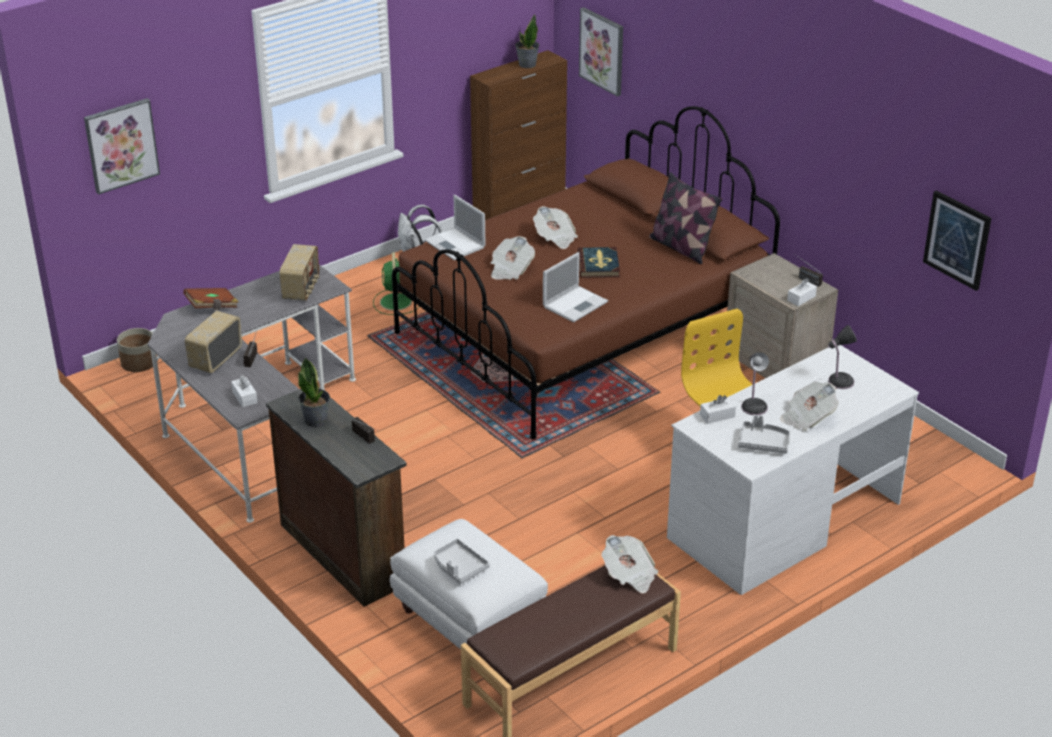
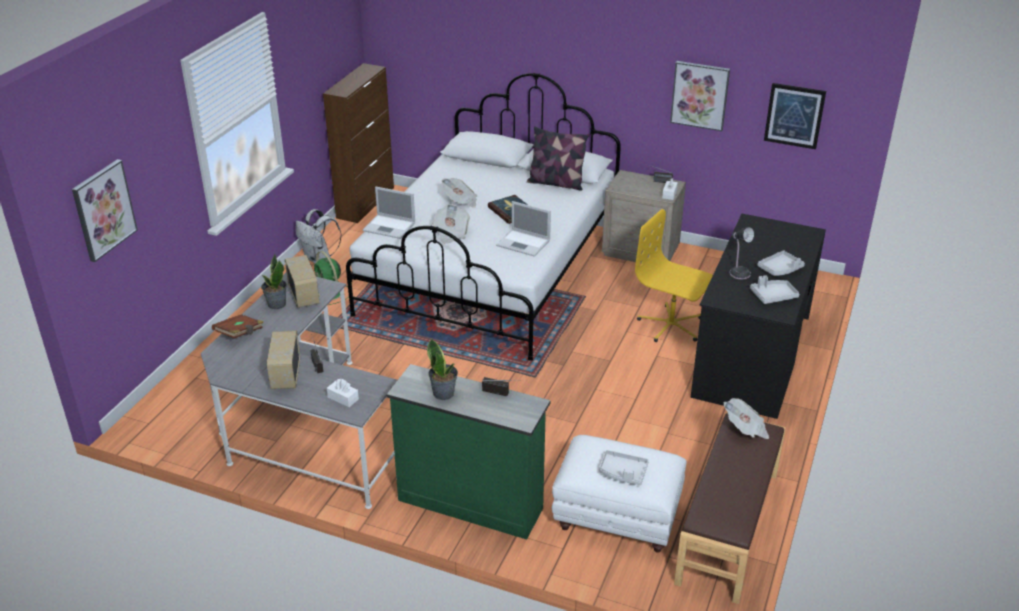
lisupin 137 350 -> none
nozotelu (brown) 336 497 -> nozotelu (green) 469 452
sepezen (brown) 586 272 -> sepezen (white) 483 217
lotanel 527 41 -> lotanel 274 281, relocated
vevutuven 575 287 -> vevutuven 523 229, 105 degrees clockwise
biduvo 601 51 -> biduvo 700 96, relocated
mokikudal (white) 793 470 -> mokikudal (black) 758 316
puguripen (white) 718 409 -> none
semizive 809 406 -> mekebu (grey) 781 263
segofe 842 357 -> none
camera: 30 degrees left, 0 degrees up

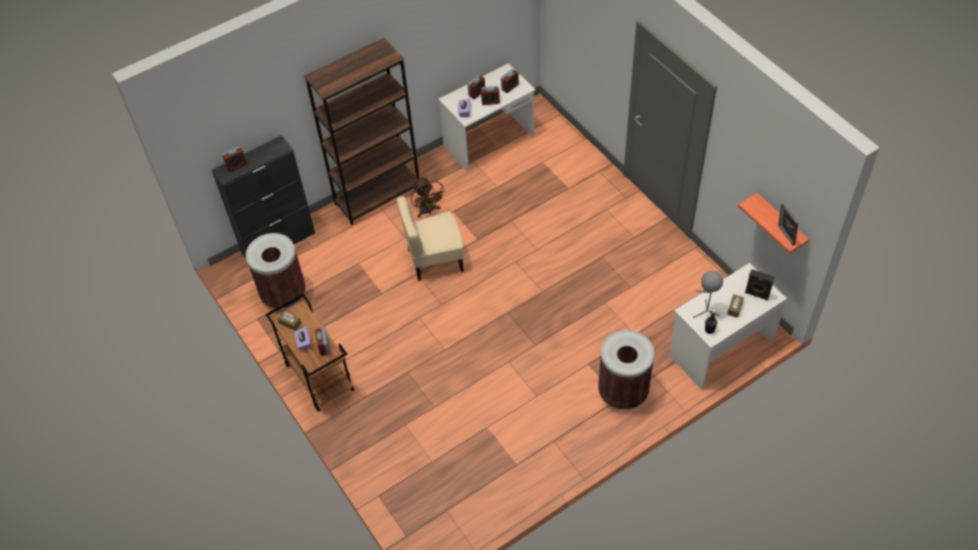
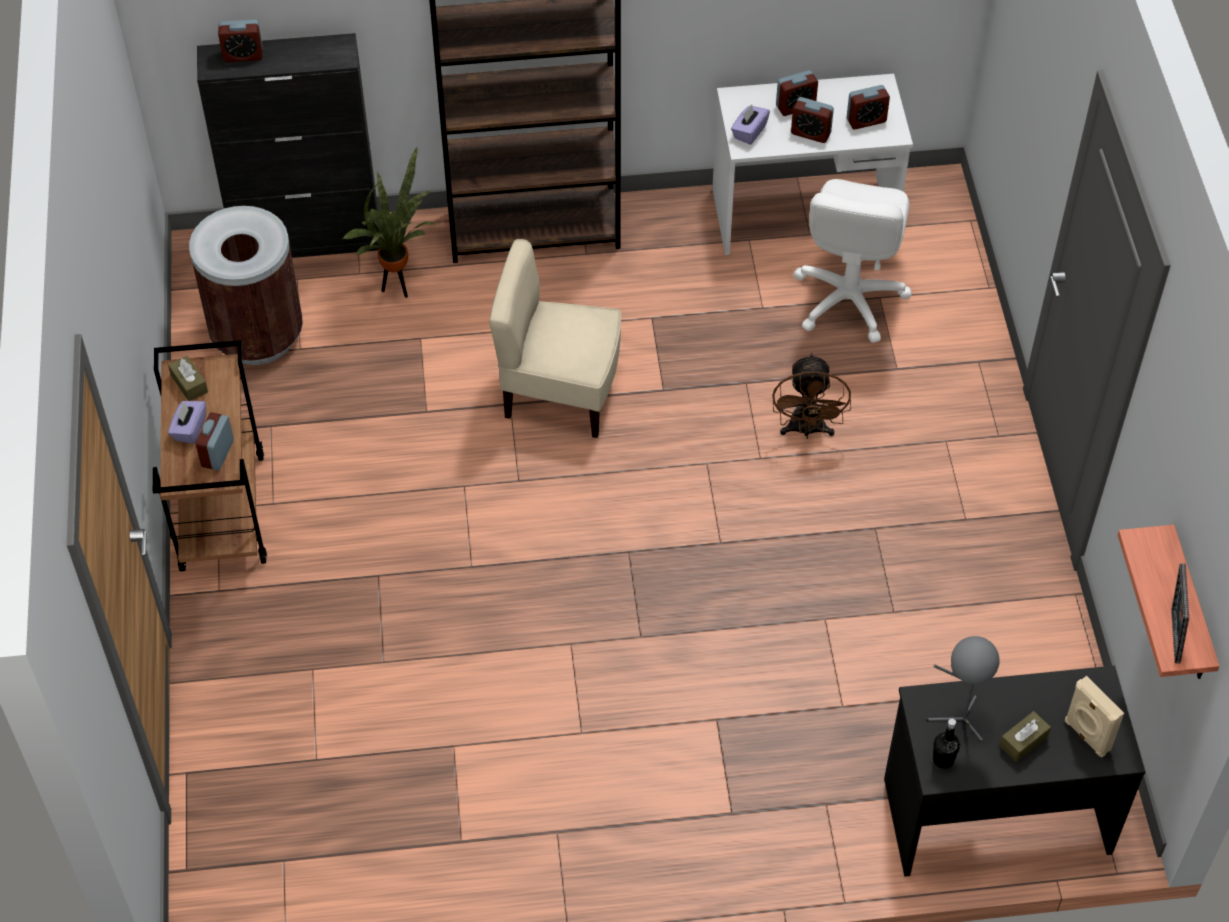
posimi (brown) 428 197 -> posimi (brown) 811 396, relocated
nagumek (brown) 626 370 -> none
mokikudal (white) 728 326 -> mokikudal (black) 1014 771
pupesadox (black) 760 285 -> pupesadox (beige) 1094 716
none -> lotanel 388 222
none -> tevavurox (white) 852 261
camera: 25 degrees right, 0 degrees up

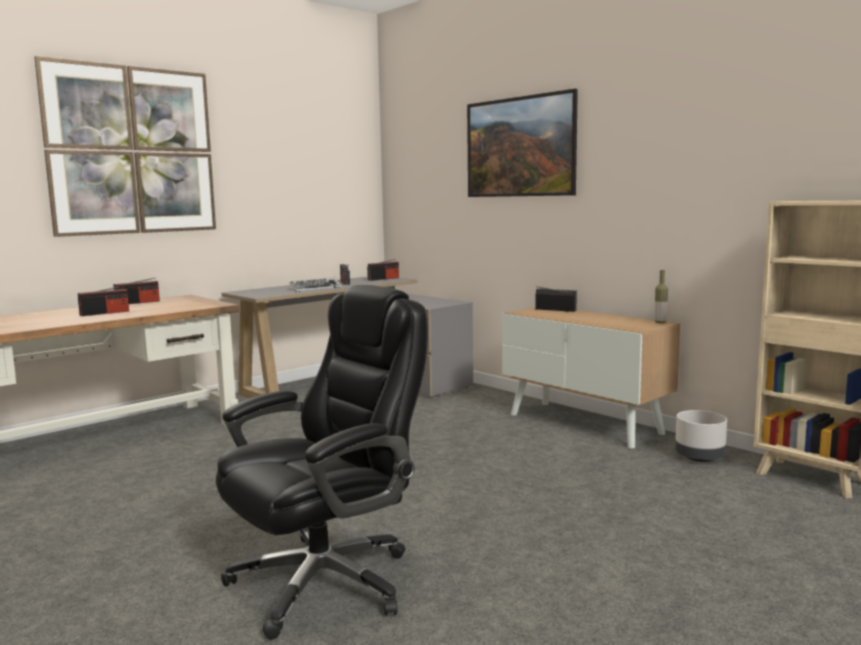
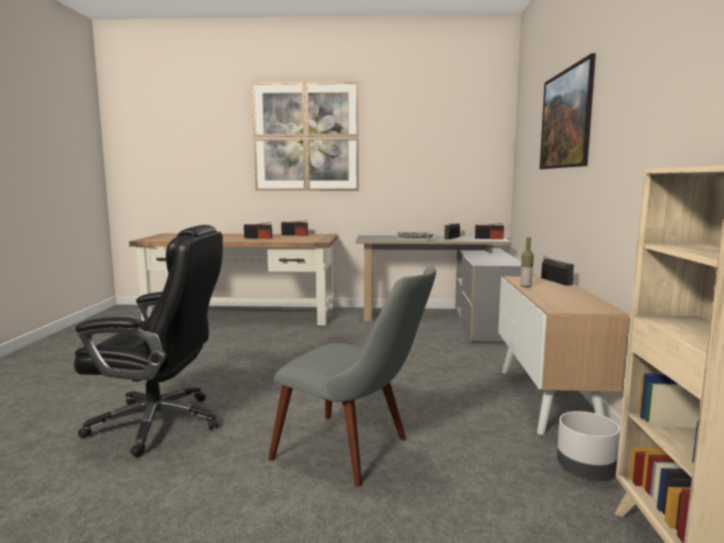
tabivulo 661 296 -> tabivulo 527 262, relocated
none -> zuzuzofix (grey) 352 377
camera: 45 degrees right, 0 degrees up

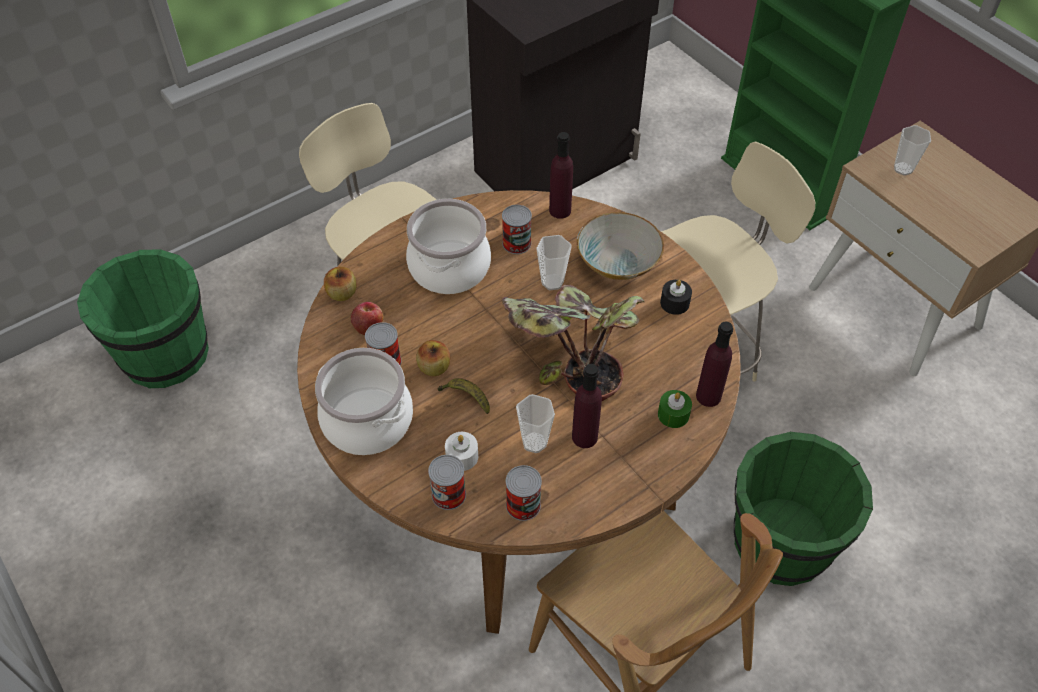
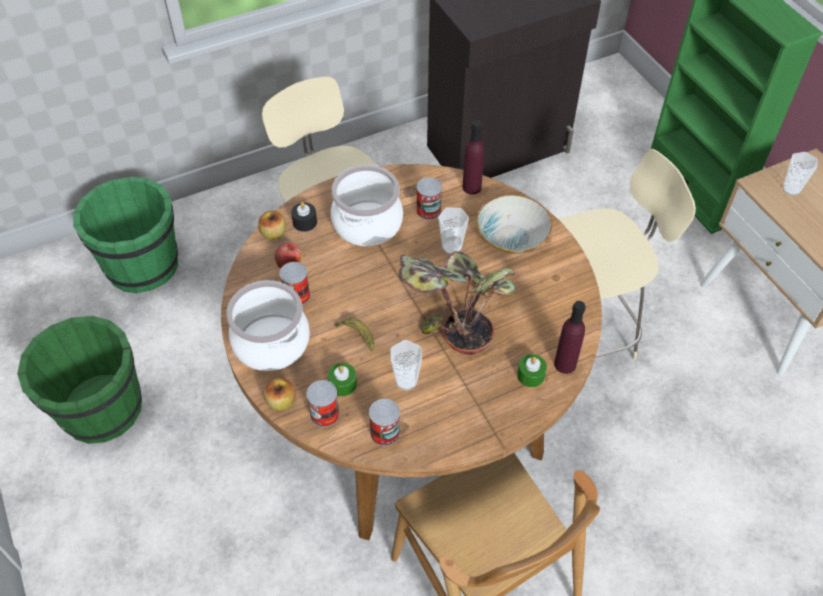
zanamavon 433 358 -> zanamavon 279 394, relocated
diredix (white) 461 451 -> diredix (green) 342 379
tabivulo (purple) 587 406 -> none
diredix (black) 676 297 -> diredix (black) 304 216, relocated
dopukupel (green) 803 509 -> dopukupel (green) 79 380, relocated
camera: 10 degrees right, 0 degrees up

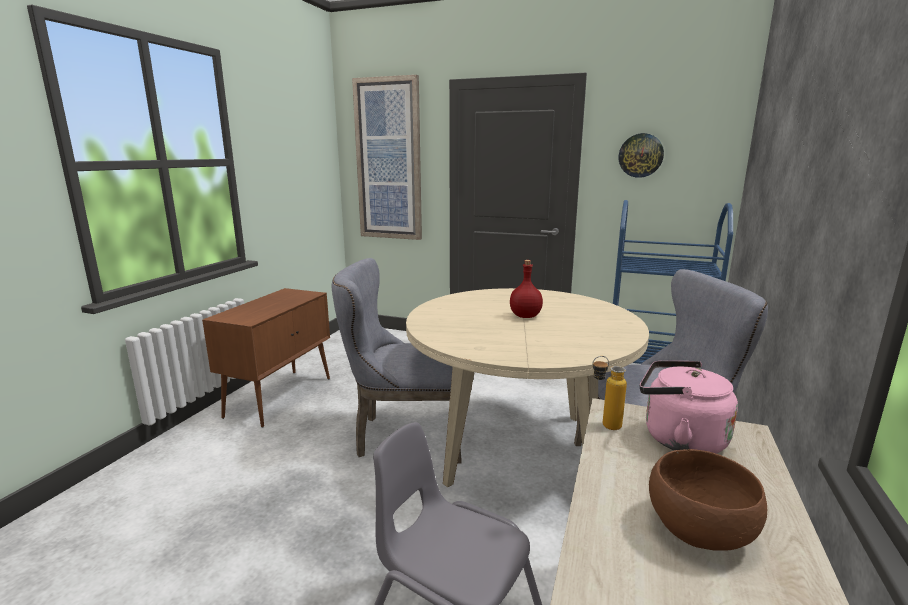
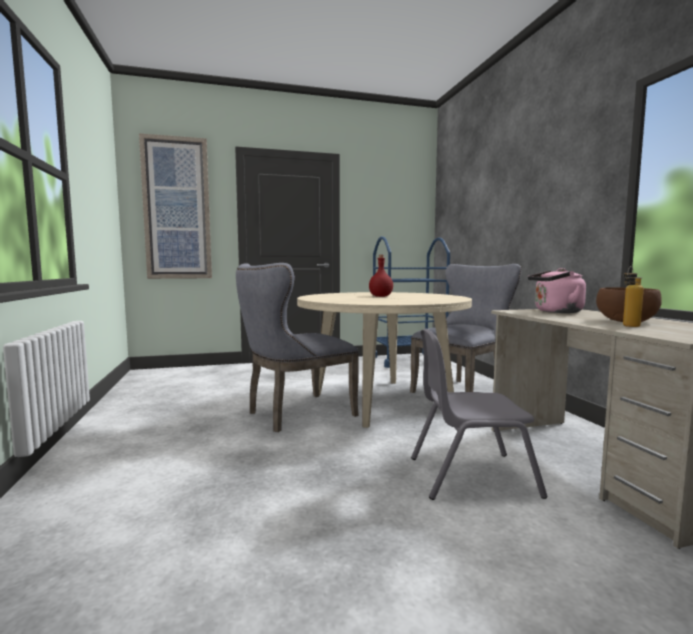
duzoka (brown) 266 357 -> none
tabivulo 609 393 -> tabivulo 633 296, relocated
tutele 641 155 -> none
camera: 35 degrees left, 10 degrees down

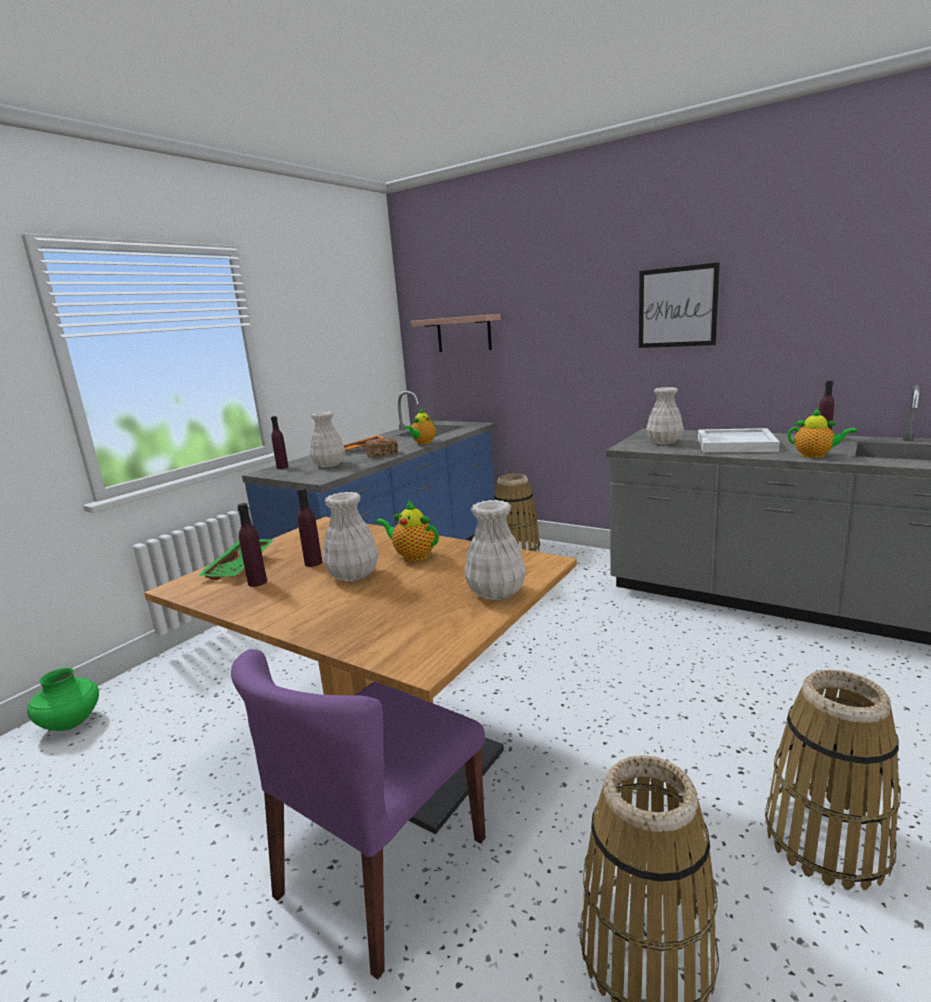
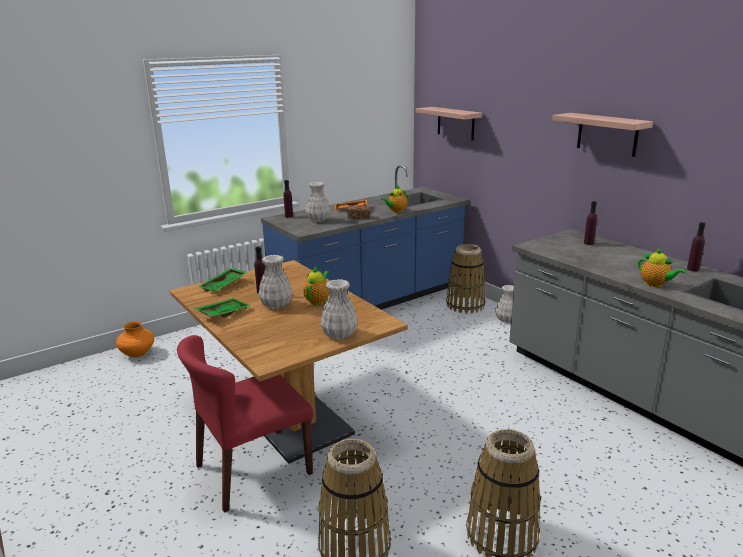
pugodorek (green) 63 699 -> pugodorek (orange) 135 339
zuzuzofix (purple) 358 814 -> zuzuzofix (red) 245 424
tabivulo (purple) 252 545 -> tabivulo (purple) 590 223, relocated
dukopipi 407 531 -> dukopipi 316 285, 60 degrees clockwise
biduvo 679 305 -> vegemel 602 135
pugodorek (white) 665 416 -> pugodorek (white) 504 304, relocated
mekebu (white) 739 440 -> none
none -> mekebu (green) 222 308
camera: 20 degrees right, 5 degrees up

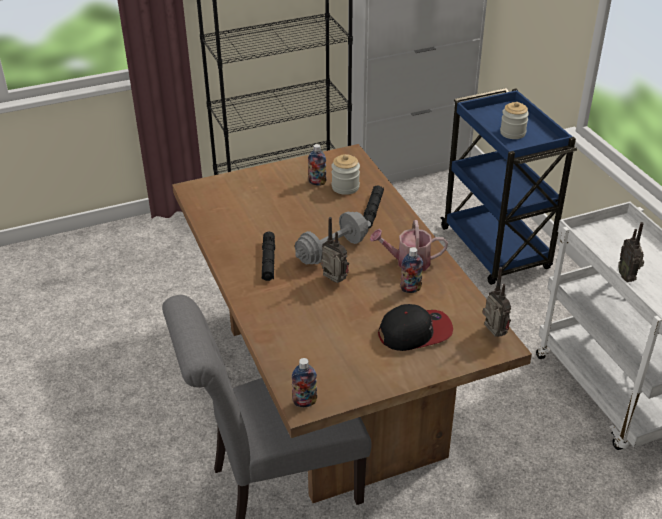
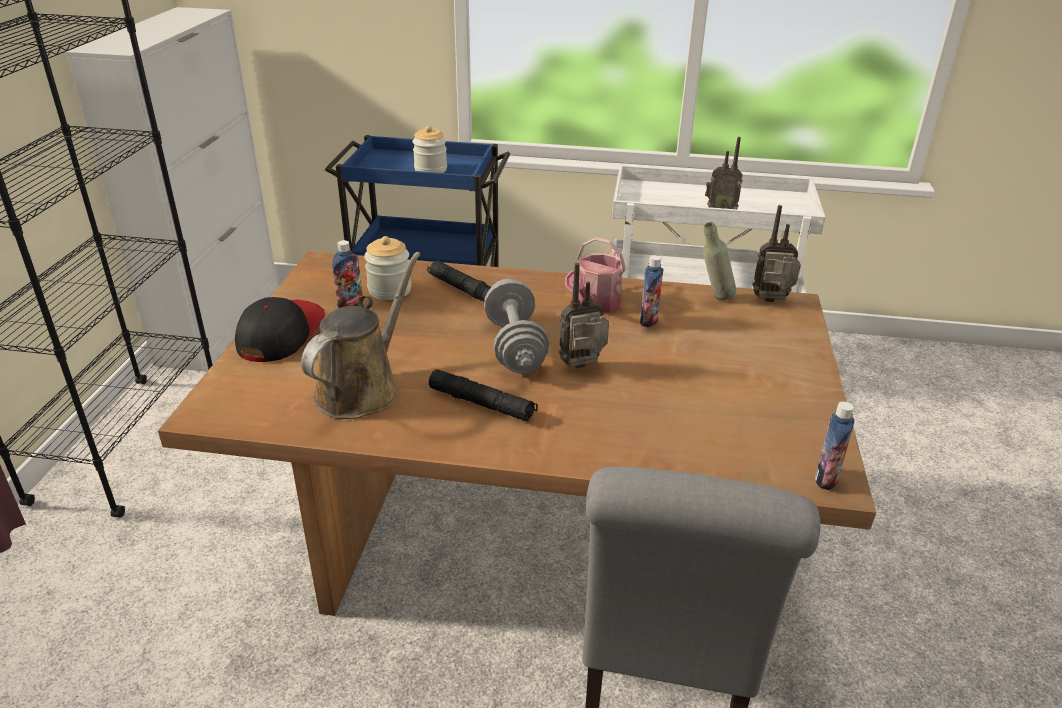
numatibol 415 327 -> numatibol 280 329, relocated
none -> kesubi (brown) 361 335
none -> tabivulo (grey) 719 261
camera: 60 degrees left, 5 degrees down

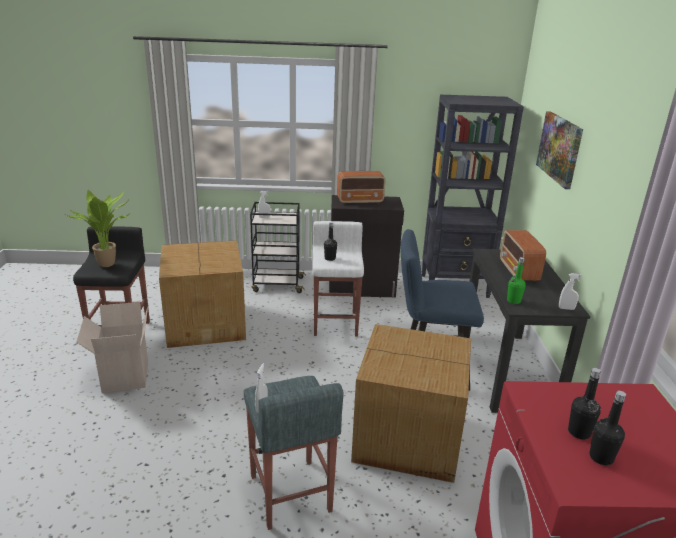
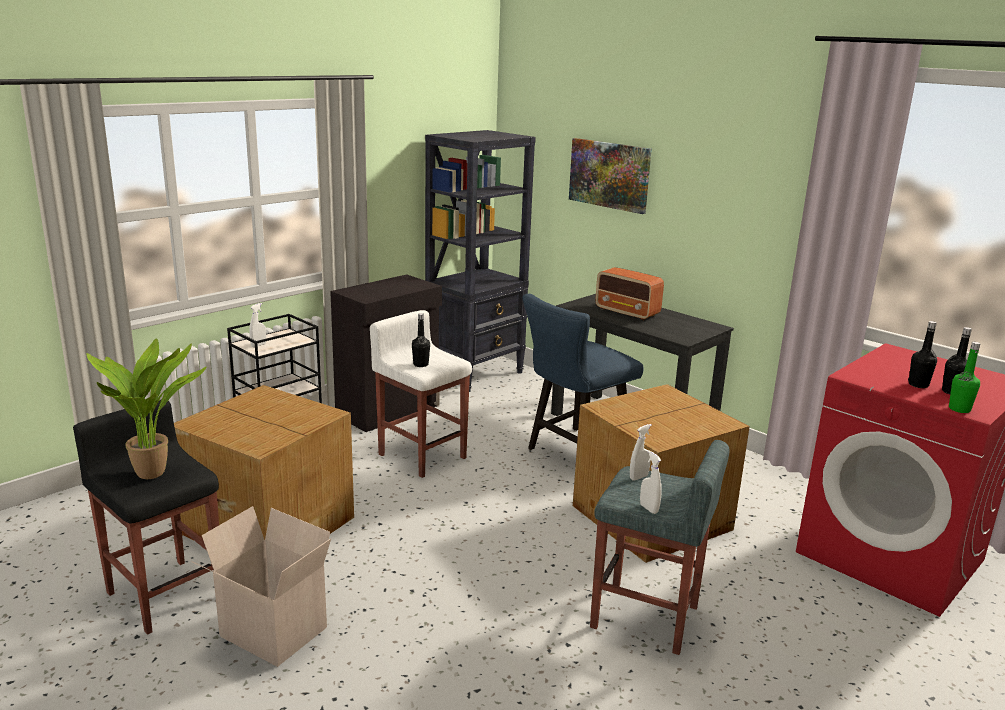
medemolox 361 187 -> none
tabivulo (green) 516 280 -> tabivulo (green) 964 377, relocated
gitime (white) 570 291 -> gitime (white) 641 452, relocated
camera: 45 degrees left, 5 degrees down

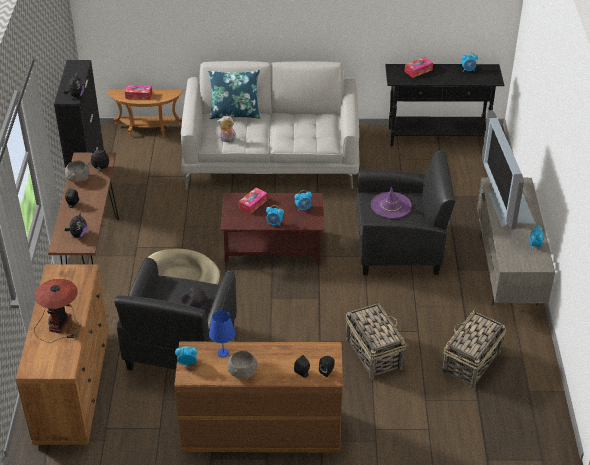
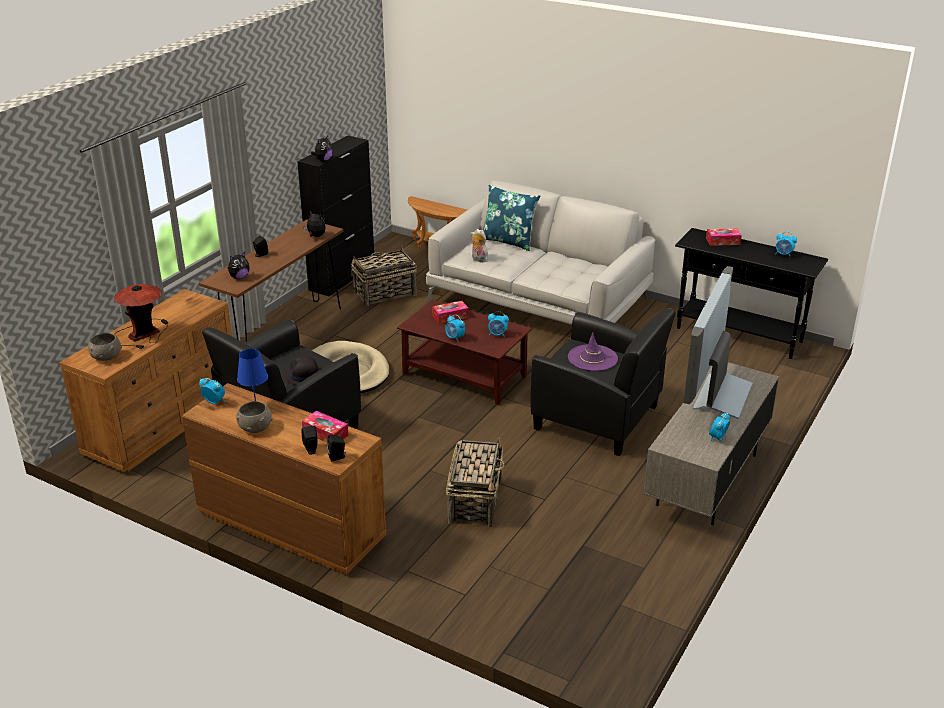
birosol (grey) 77 171 -> birosol (grey) 104 347, relocated
puguripen 138 92 -> puguripen 325 427, relocated
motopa 474 348 -> motopa 384 276, relocated
camera: 30 degrees right, 10 degrees down

